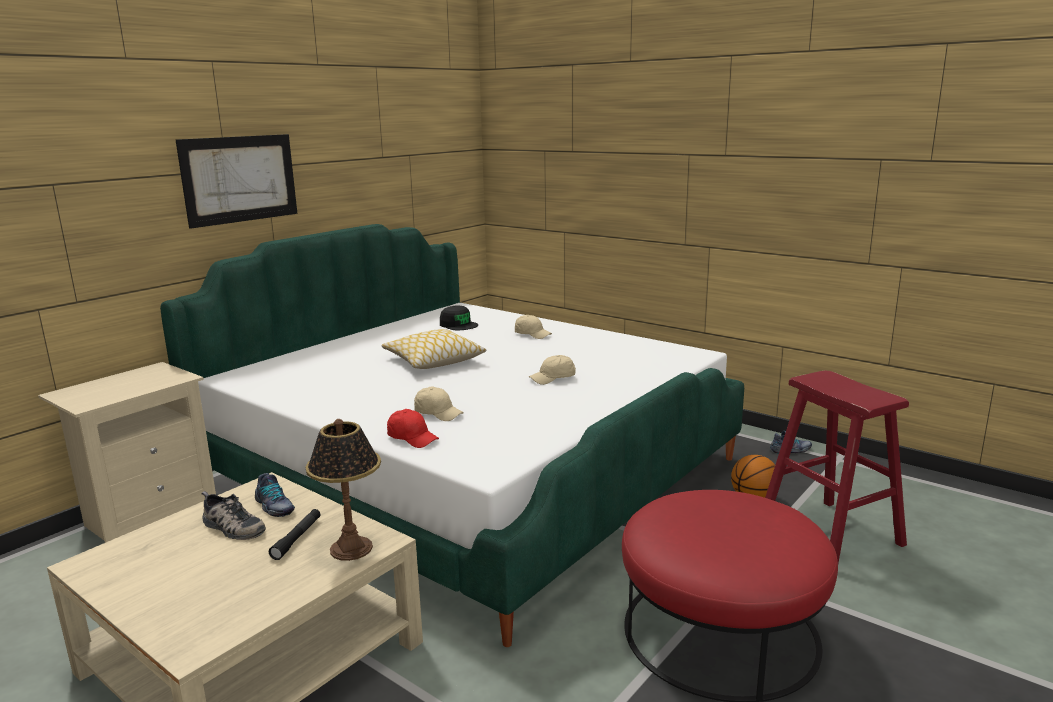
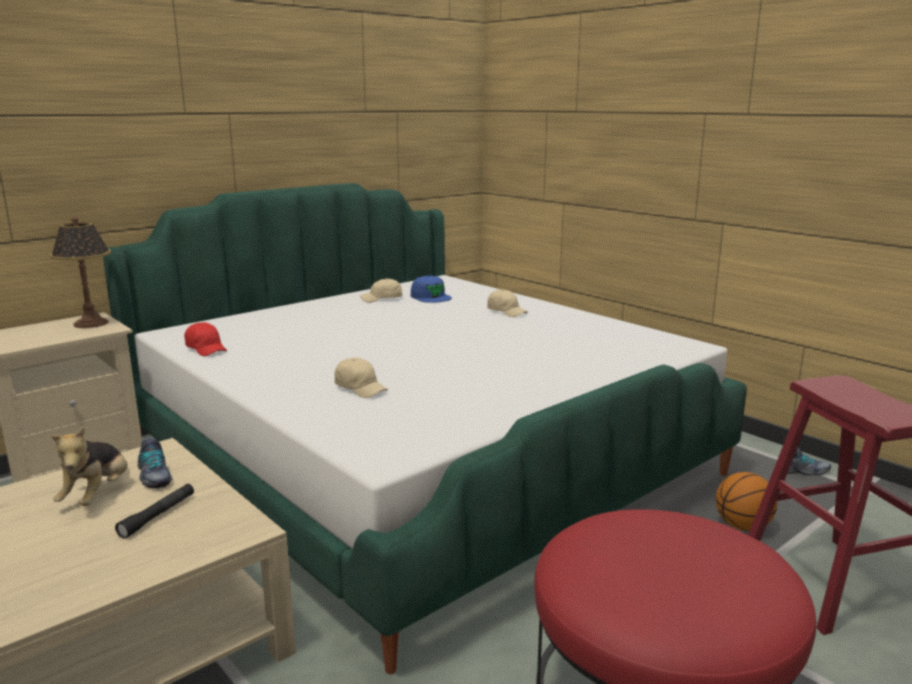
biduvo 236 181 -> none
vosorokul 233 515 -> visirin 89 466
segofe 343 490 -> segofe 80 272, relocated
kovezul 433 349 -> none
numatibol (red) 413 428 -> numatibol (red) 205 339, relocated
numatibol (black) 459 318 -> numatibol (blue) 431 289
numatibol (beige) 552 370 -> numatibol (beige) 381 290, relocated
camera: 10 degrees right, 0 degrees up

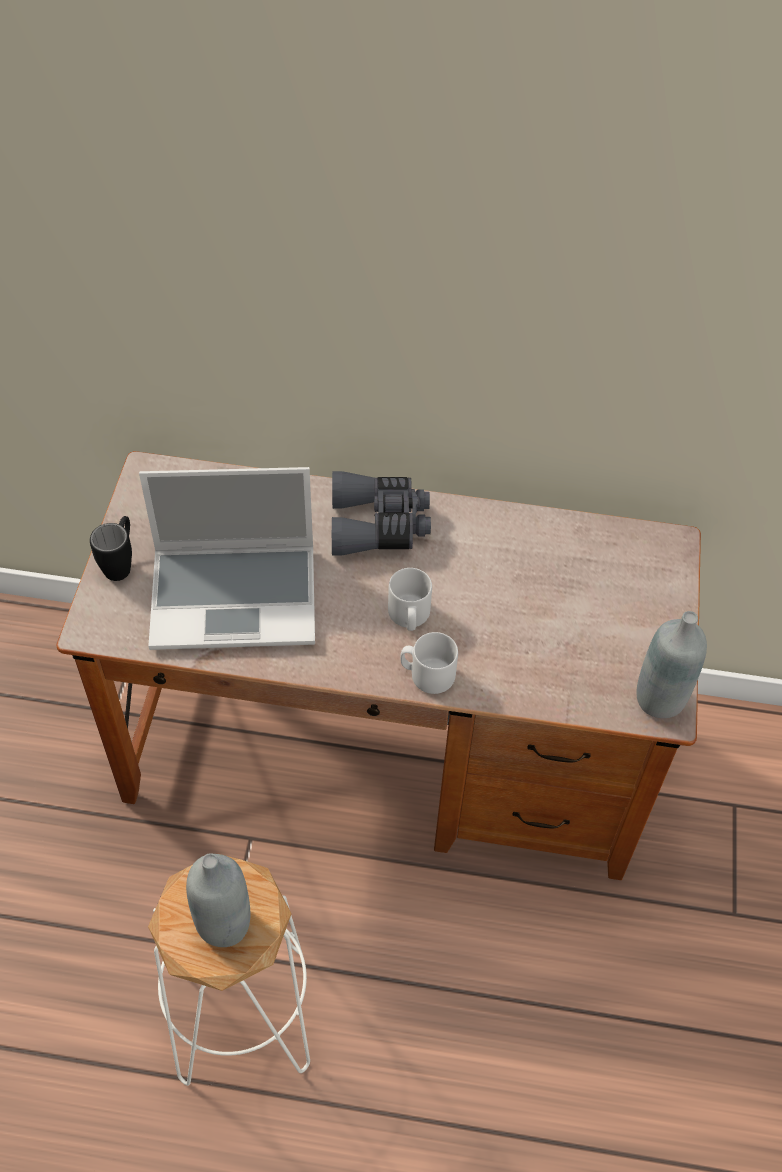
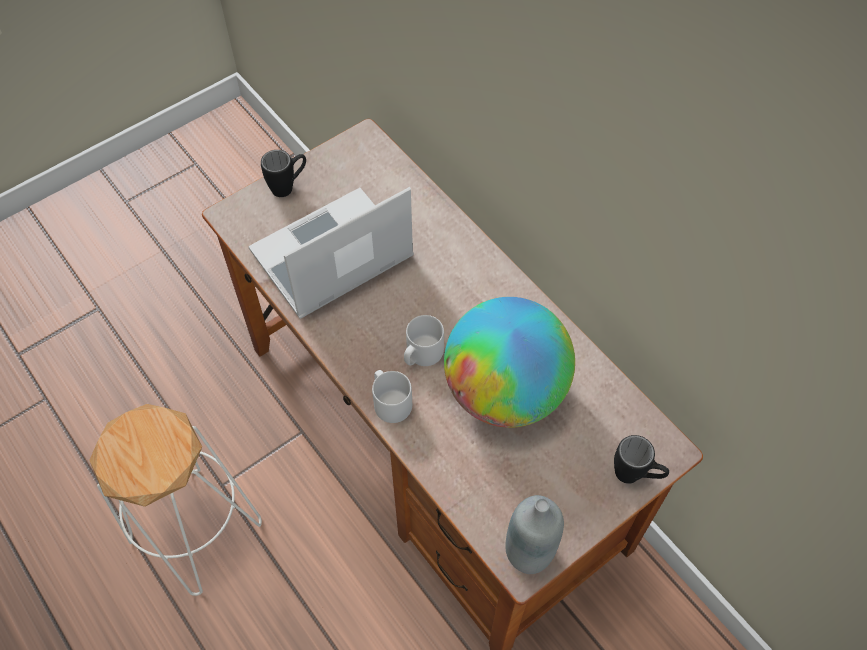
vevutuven 227 558 -> vevutuven 331 253, 105 degrees clockwise
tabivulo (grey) 218 900 -> none
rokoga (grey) 381 513 -> none
none -> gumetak 509 362
none -> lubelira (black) 641 459
camera: 45 degrees right, 5 degrees up

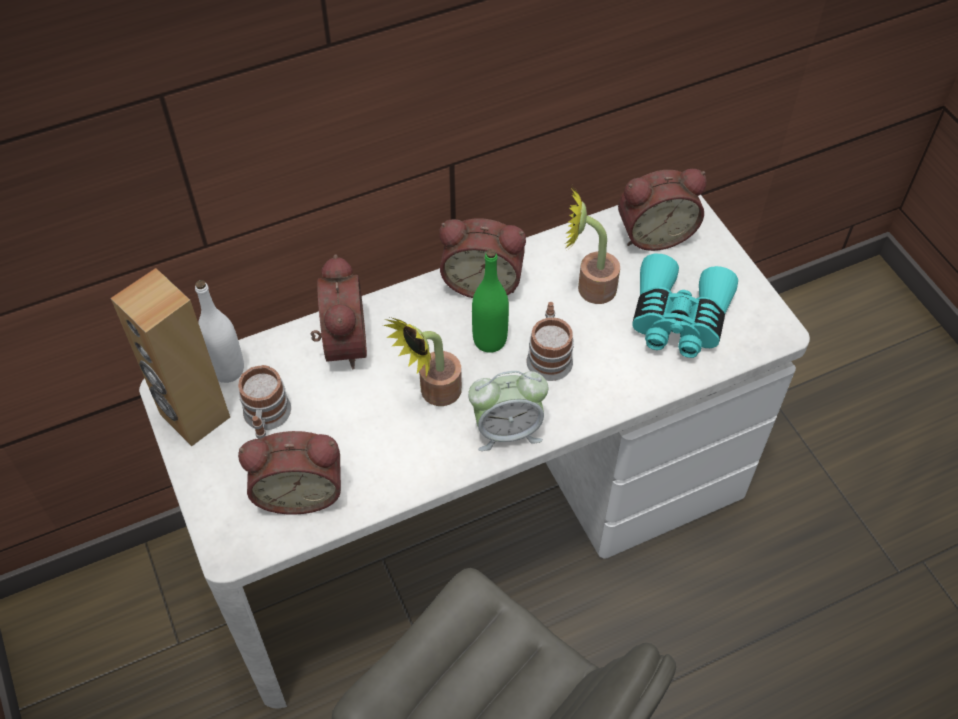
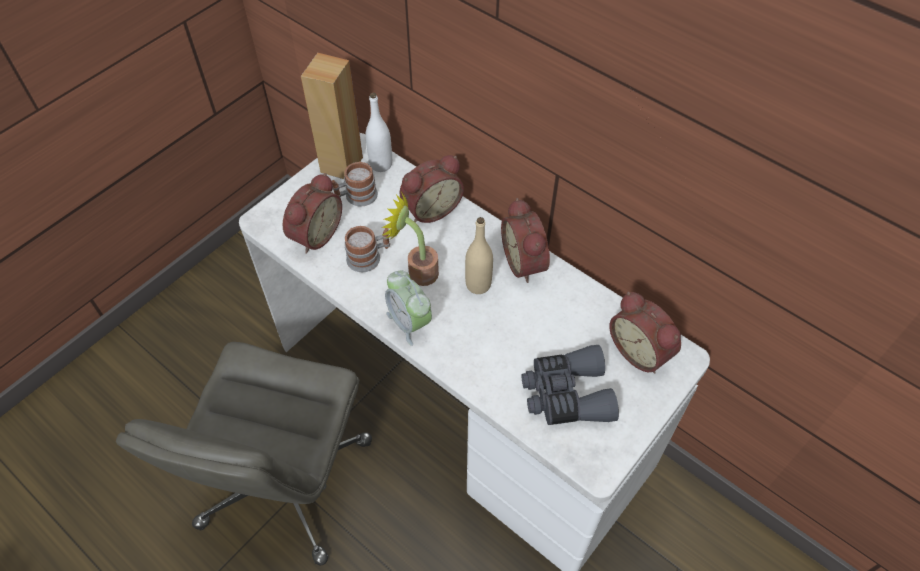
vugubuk 289 473 -> vugubuk 312 213, 120 degrees counterclockwise
tabivulo (green) 490 301 -> tabivulo (beige) 479 255
lubelira 550 341 -> lubelira 367 249, relocated
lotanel 592 246 -> none
rokoga (turquoise) 685 306 -> rokoga (grey) 570 385
camera: 65 degrees right, 0 degrees up

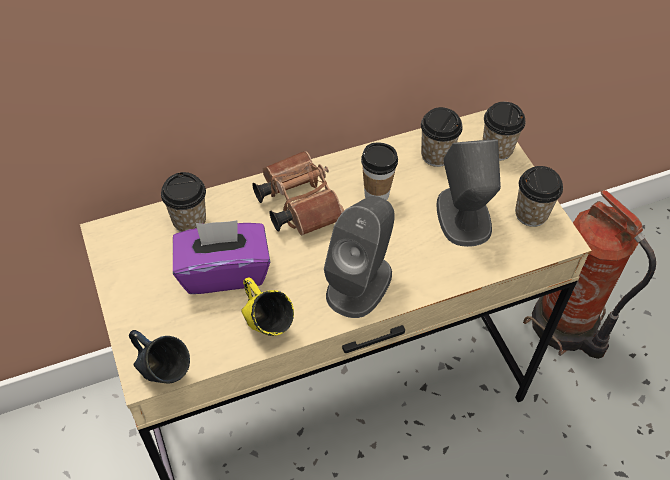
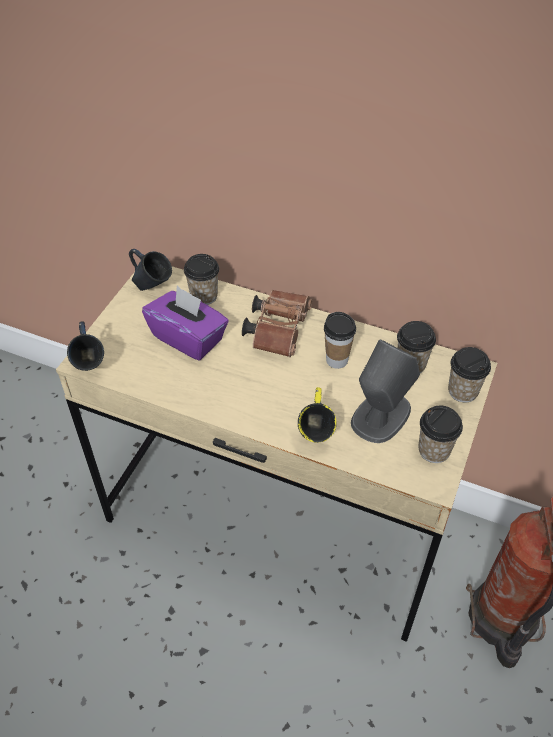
lubelira (yellow) 267 306 -> lubelira (yellow) 317 414, relocated
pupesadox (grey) 359 257 -> none
none -> lubelira (blue) 150 270
camera: 45 degrees right, 5 degrees down

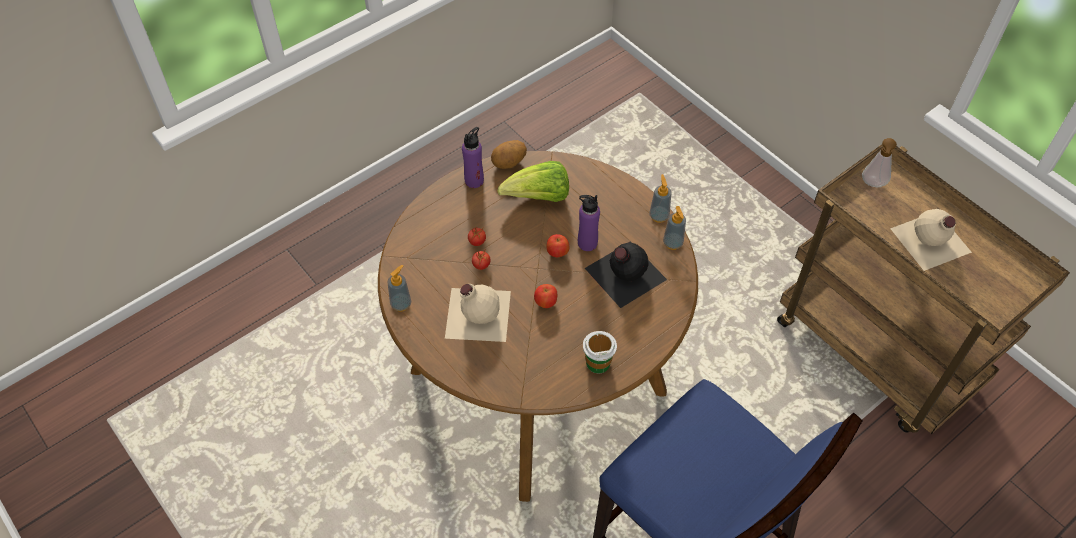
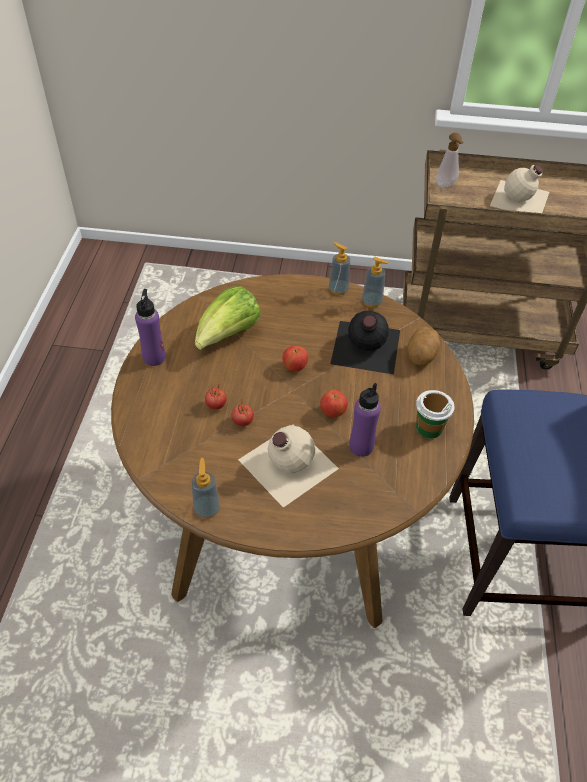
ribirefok 509 154 -> ribirefok 424 346, relocated
tabivulo (purple) 589 223 -> tabivulo (purple) 365 420, relocated
camera: 45 degrees left, 5 degrees down

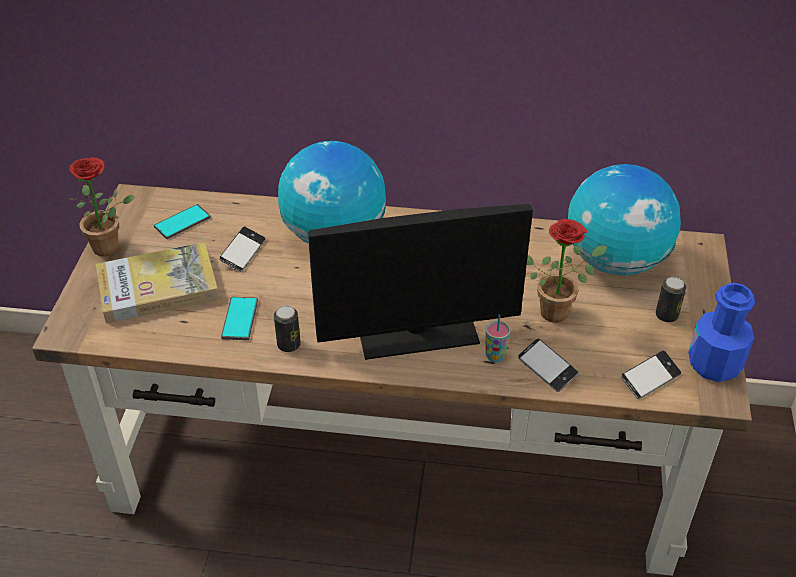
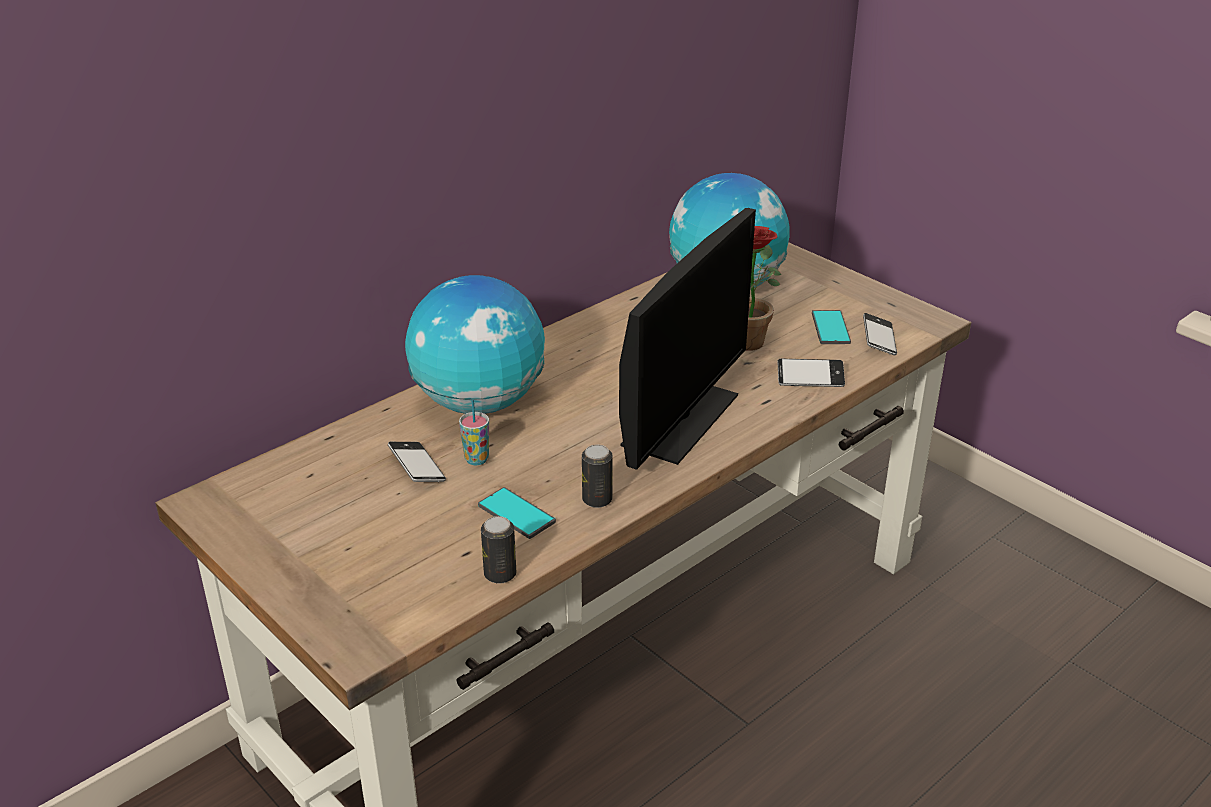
lotanel 102 206 -> none
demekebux 157 282 -> none
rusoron 182 221 -> rusoron 831 327, relocated
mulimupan 497 338 -> mulimupan 474 432, relocated
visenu 671 299 -> visenu 498 550, relocated
tabivulo (blue) 721 332 -> none
camera: 50 degrees left, 10 degrees down

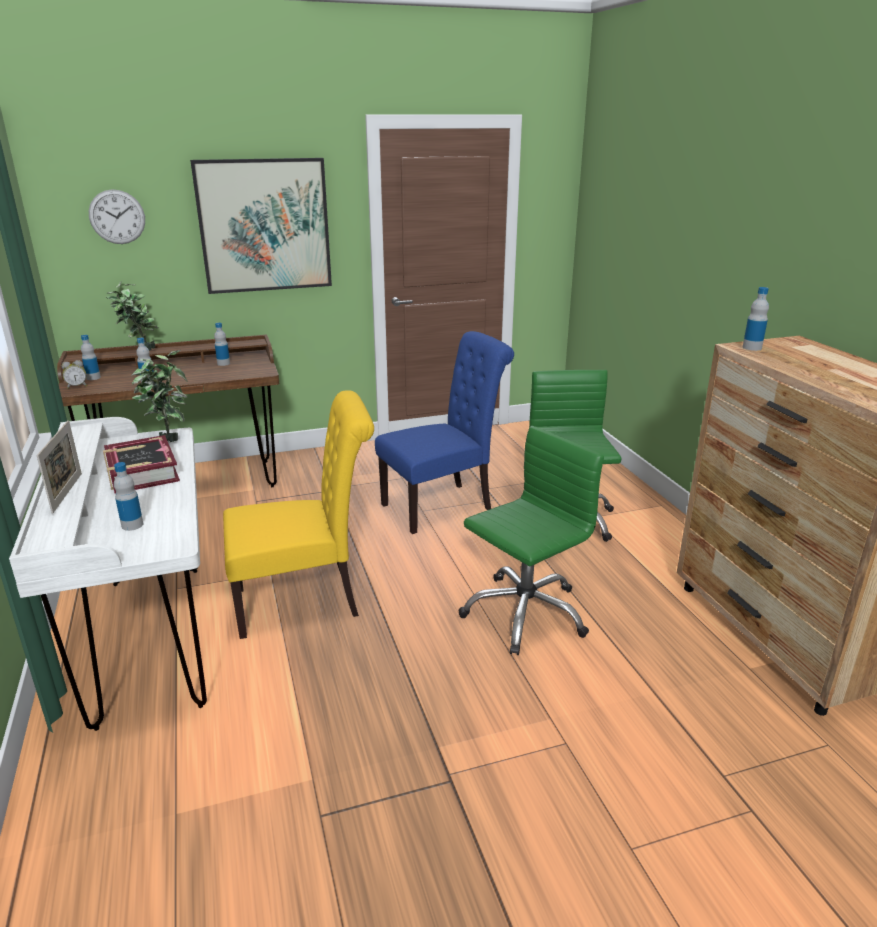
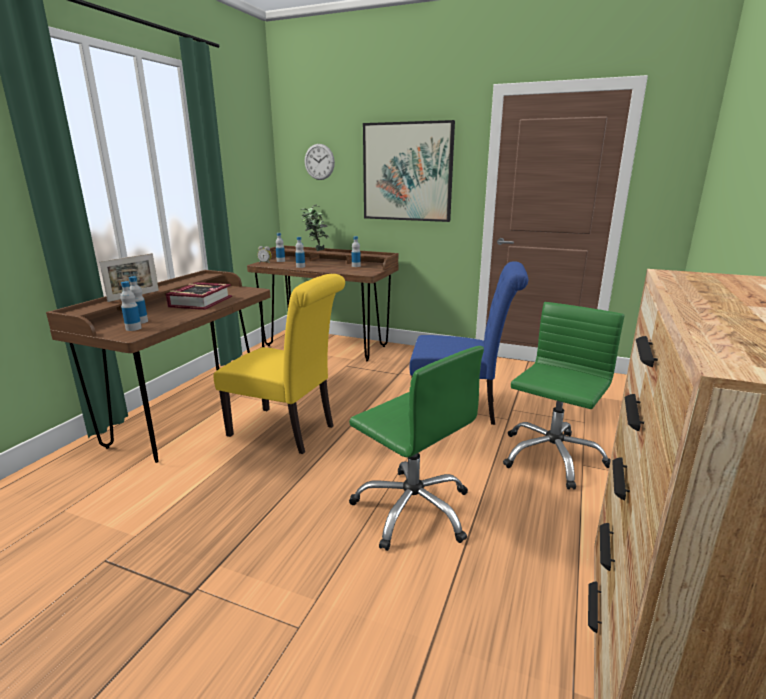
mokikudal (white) 108 574 -> mokikudal (brown) 158 366
lotanel 159 396 -> none
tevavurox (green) 531 540 -> tevavurox (green) 416 448, 45 degrees clockwise
tabivulo 756 319 -> tabivulo 131 306, relocated
camera: 40 degrees right, 5 degrees down

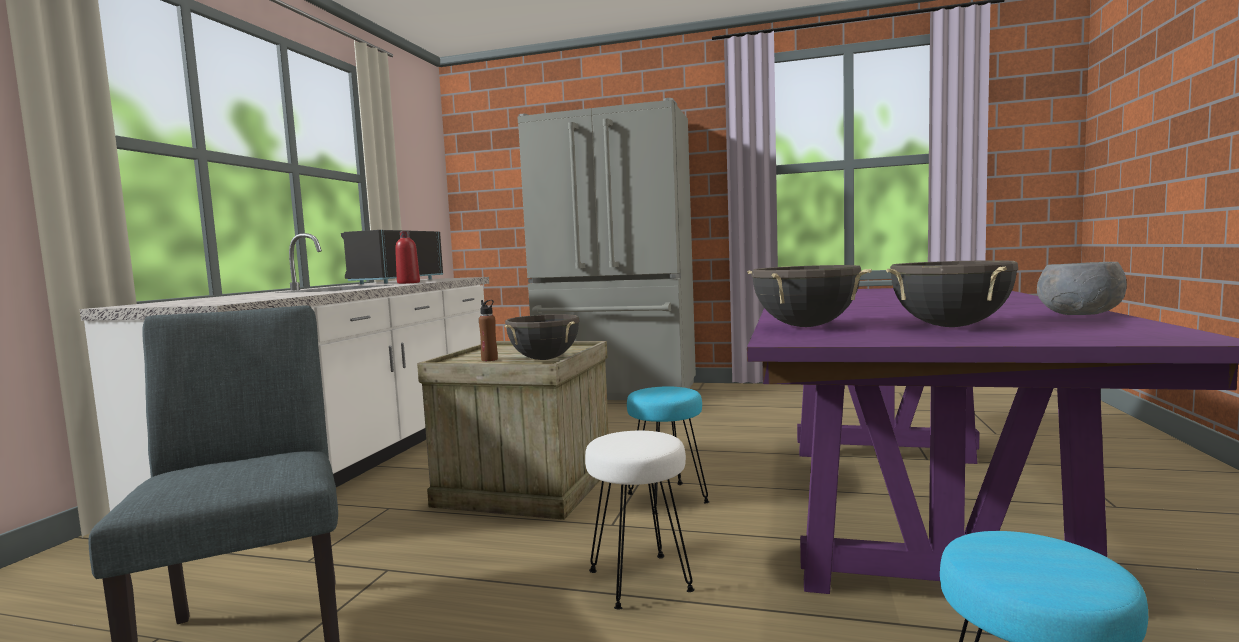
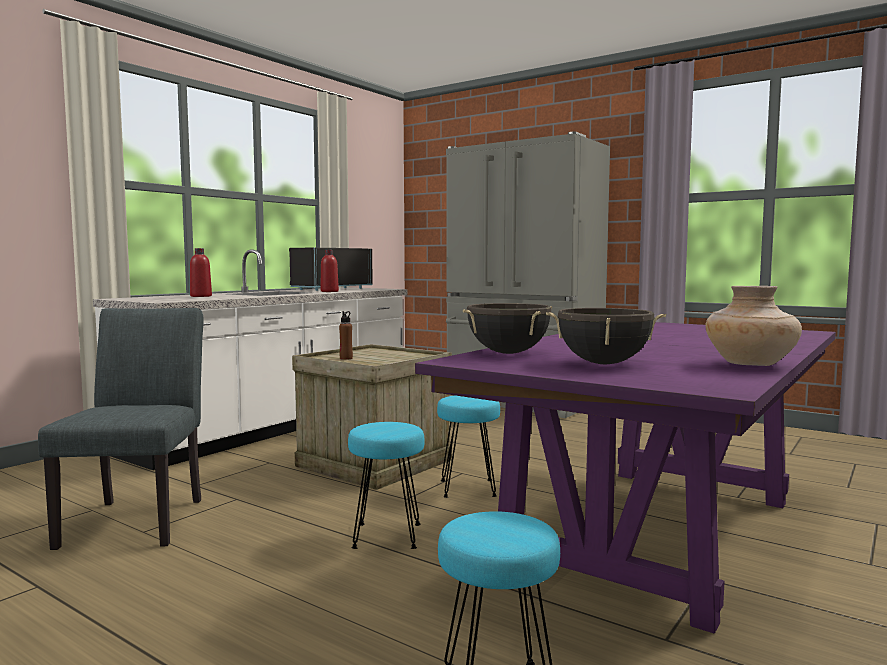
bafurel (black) 542 337 -> none
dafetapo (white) 640 520 -> dafetapo (turquoise) 386 485
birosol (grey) 1082 288 -> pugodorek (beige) 753 326
none -> tabivulo (red) 201 272
camera: 20 degrees right, 0 degrees up

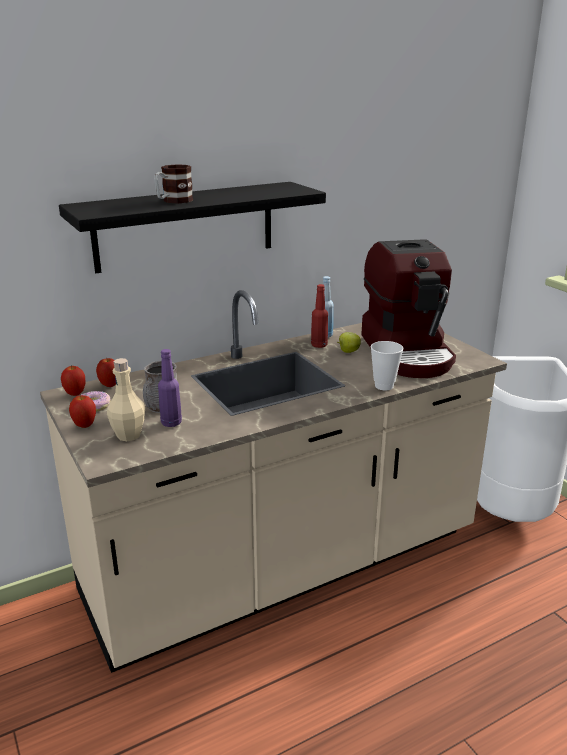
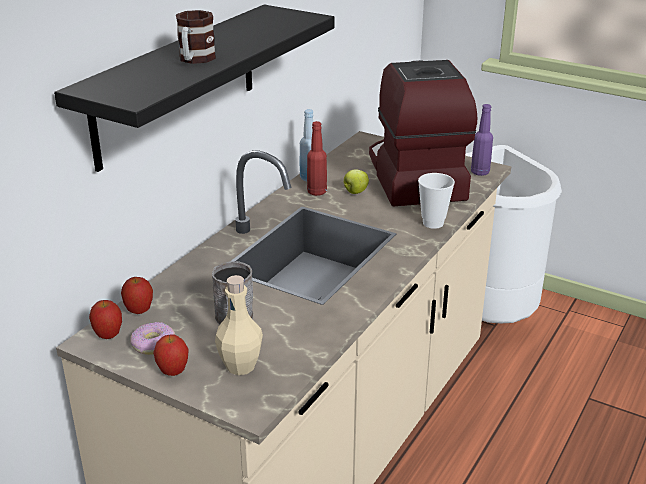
tabivulo (purple) 170 388 -> tabivulo (purple) 482 140, relocated
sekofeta 408 308 -> sekofeta 423 133, 150 degrees counterclockwise
camera: 30 degrees left, 5 degrees up

